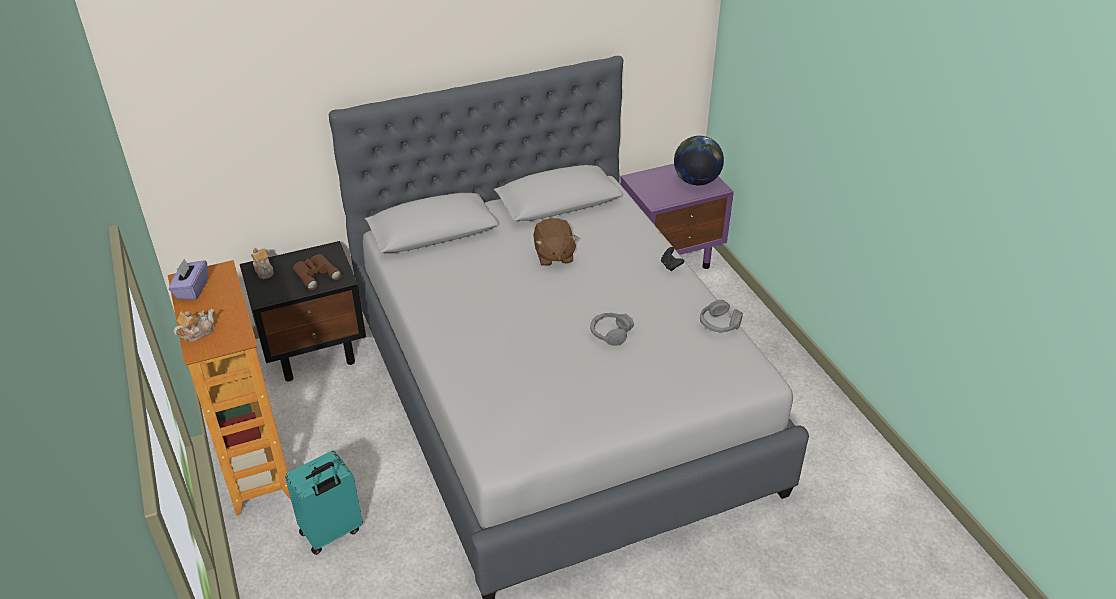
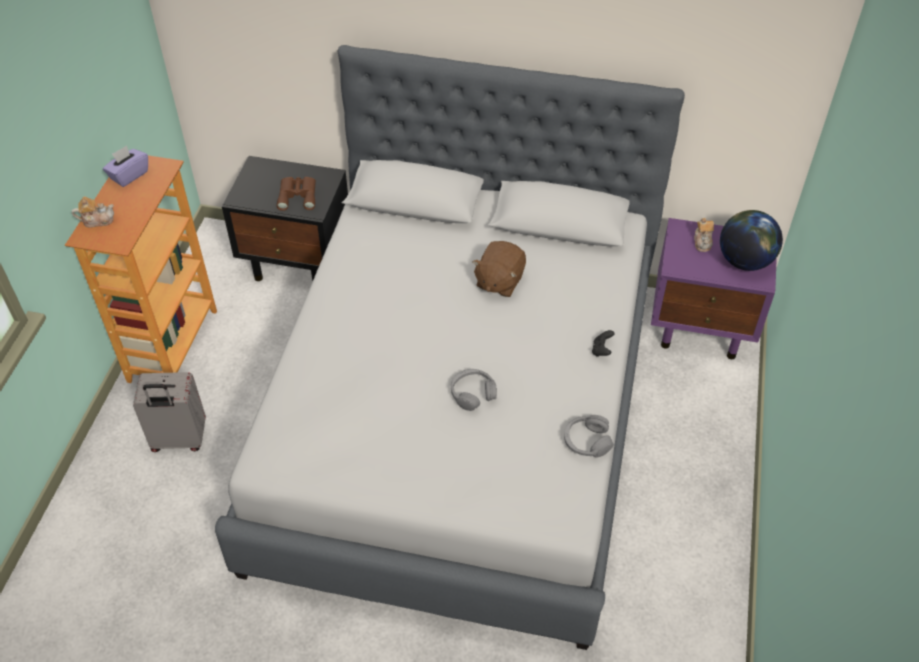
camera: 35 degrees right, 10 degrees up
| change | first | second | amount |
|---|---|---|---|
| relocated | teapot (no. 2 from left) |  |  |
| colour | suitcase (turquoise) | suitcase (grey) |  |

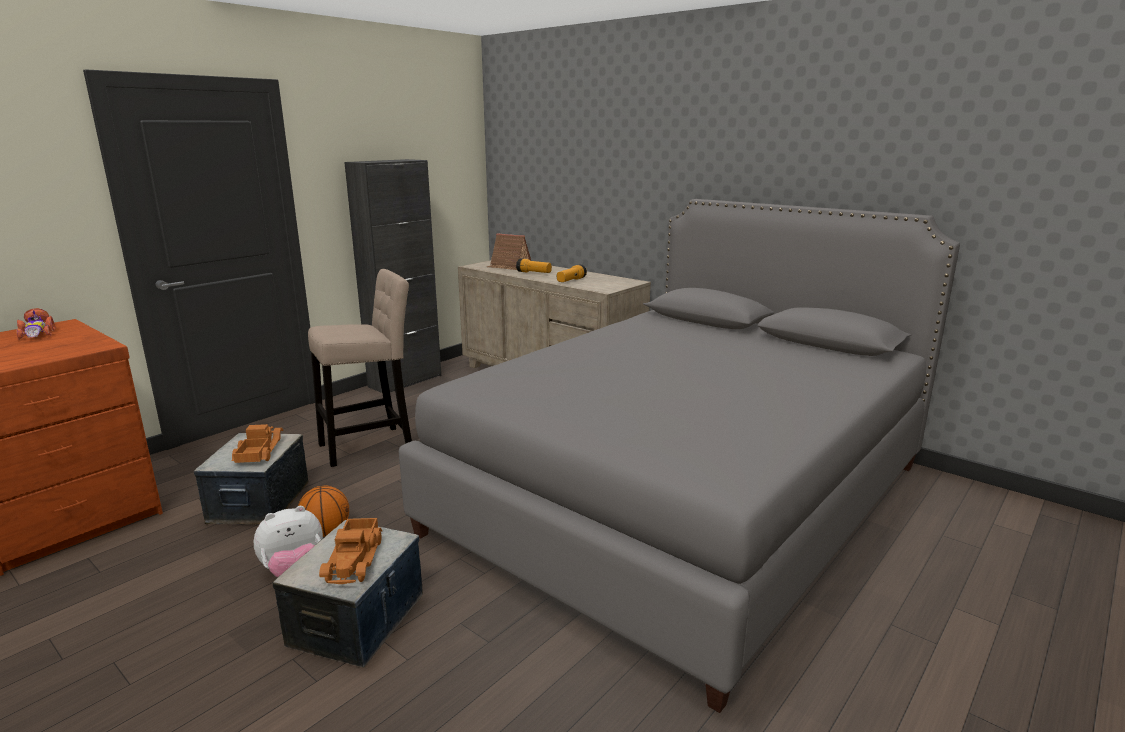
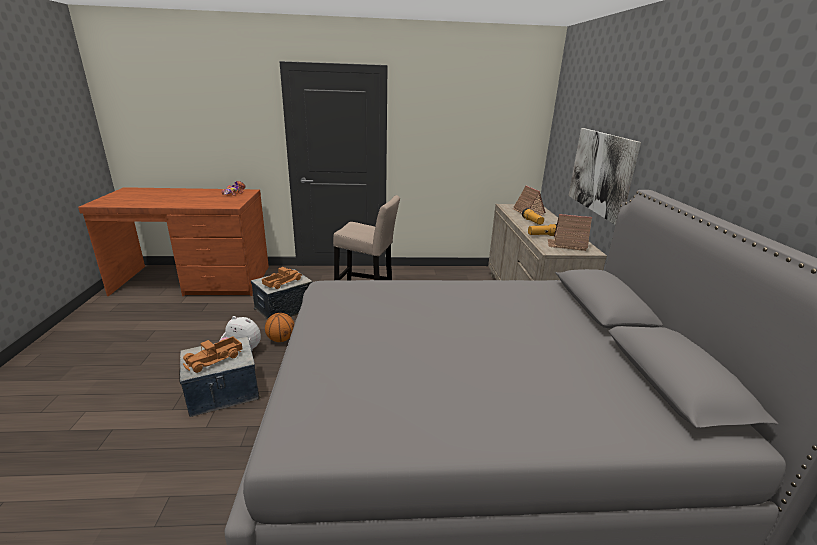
camera: 45 degrees right, 5 degrees up
| change | first | second | amount |
|---|---|---|---|
| missing | cabinet (black) |  |  |
| appeared |  | toy house (no. 2 from left) |  |
| appeared |  | picture |  |

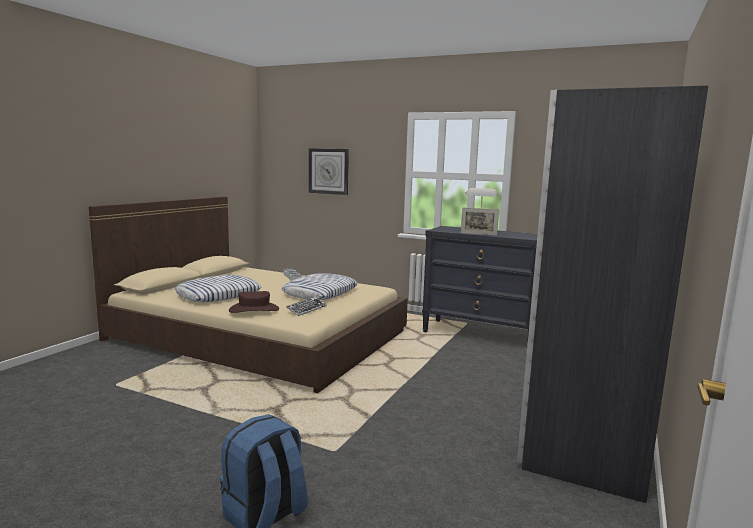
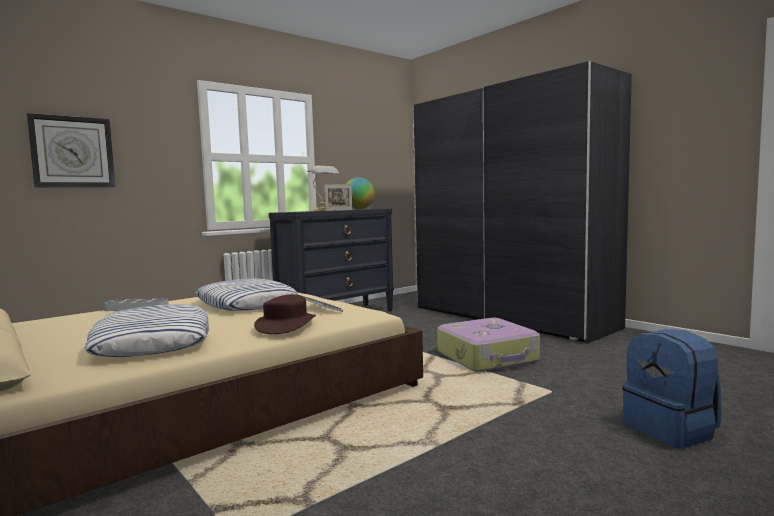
camera: 65 degrees left, 5 degrees down
| change | first | second | amount |
|---|---|---|---|
| appeared |  | globe |  |
| appeared |  | suitcase |  |

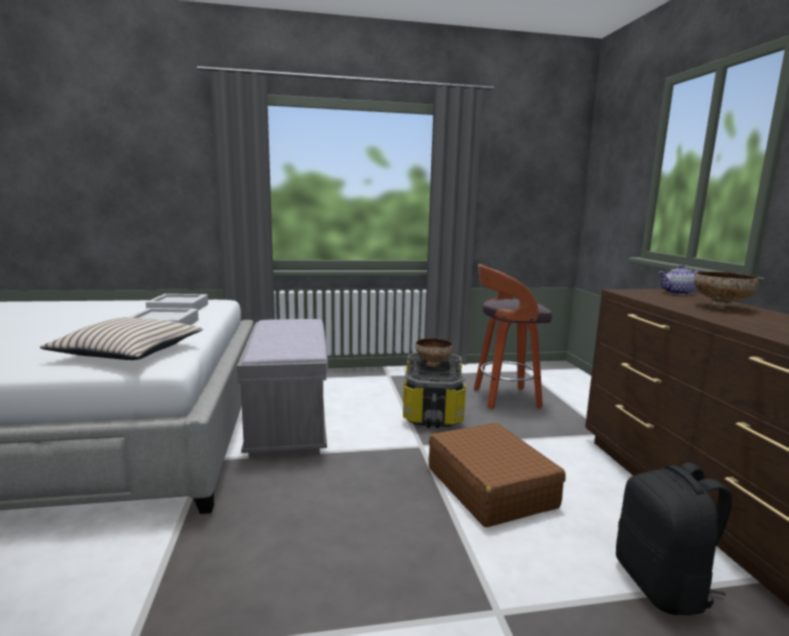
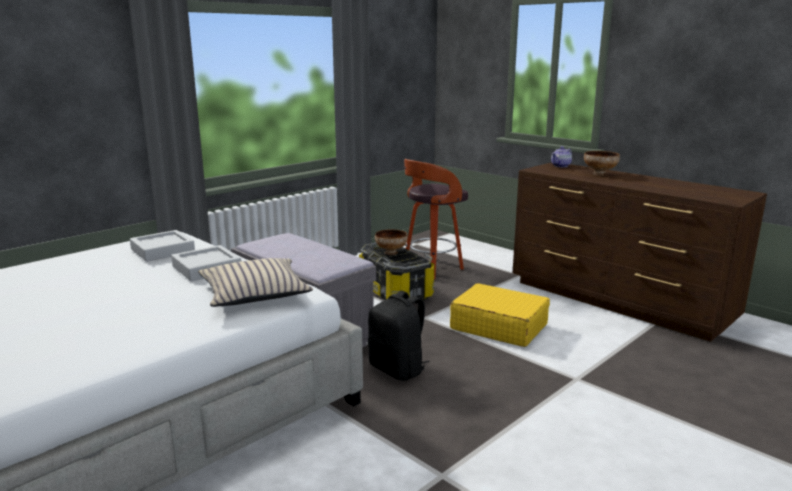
camera: 35 degrees left, 5 degrees up
| change | first | second | amount |
|---|---|---|---|
| colour | suitcase (brown) | suitcase (yellow) |  |
| relocated | backpack (black) |  |  |

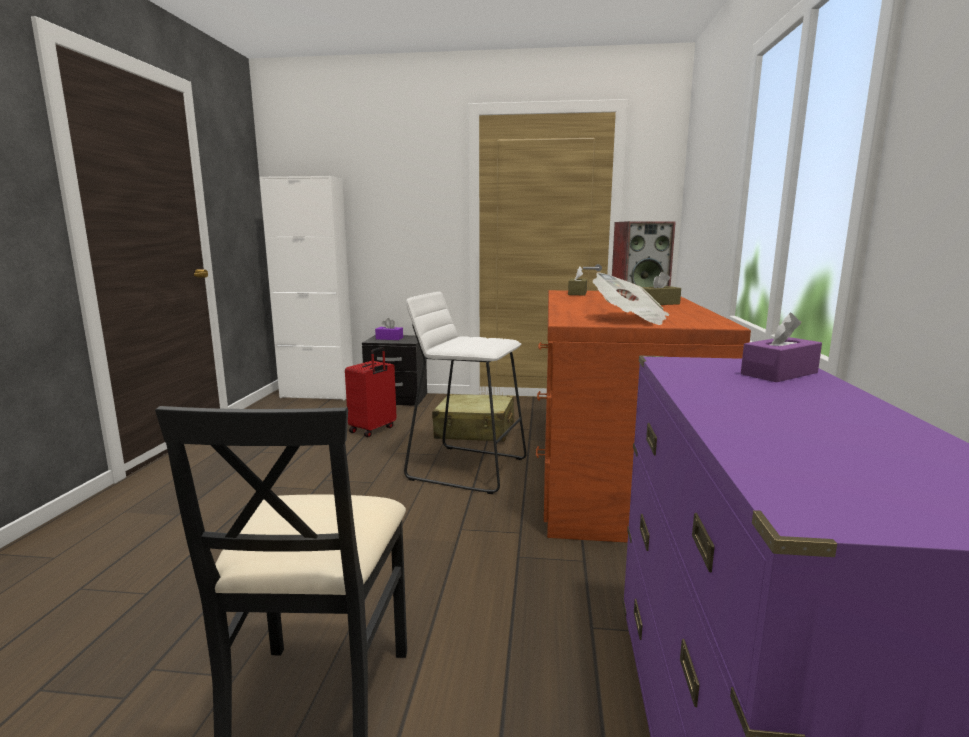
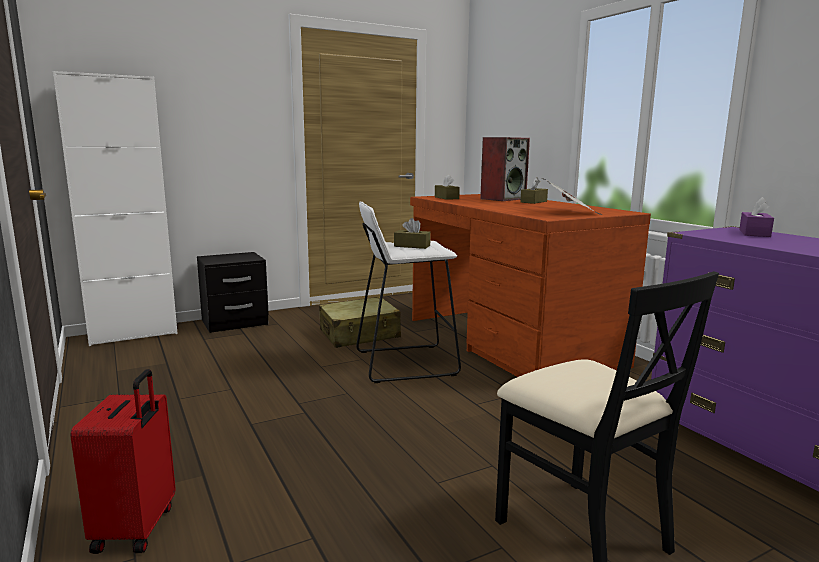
camera: 35 degrees left, 0 degrees up
| change | first | second | amount |
|---|---|---|---|
| relocated | suitcase (red) |  |  |
| missing | tissue box (purple) (no. 1 from left) |  |  |
| appeared |  | tissue box (brown) (no. 1 from left) |  |

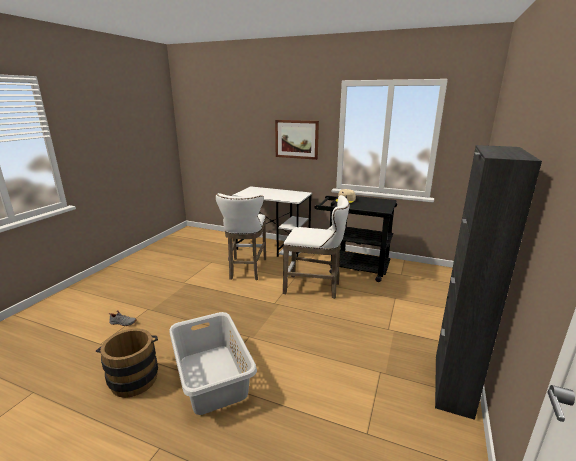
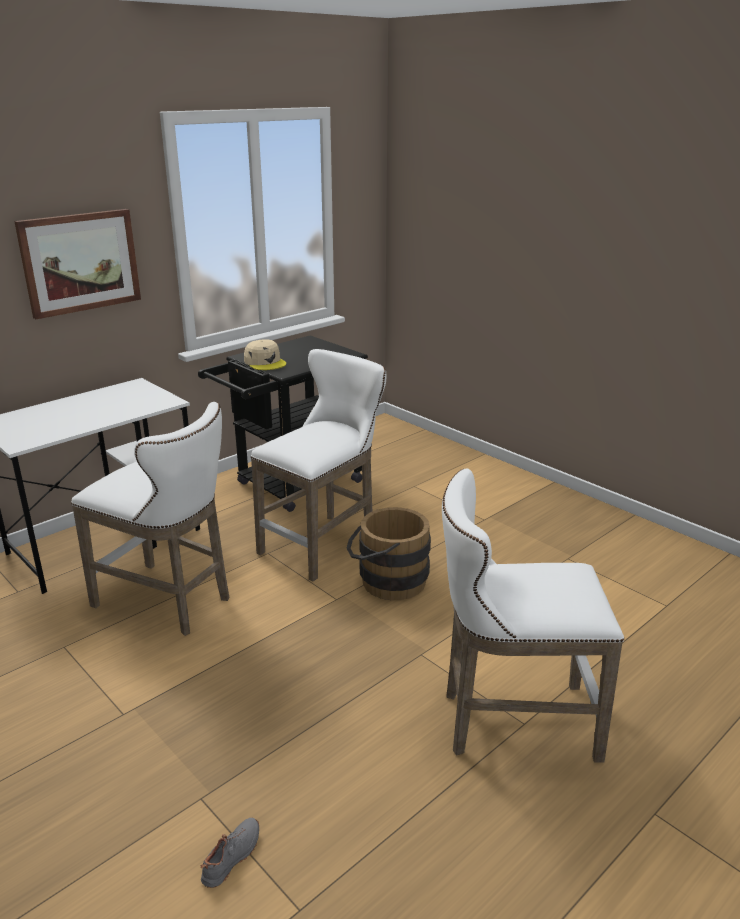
camera: 65 degrees left, 5 degrees up
| change | first | second | amount |
|---|---|---|---|
| relocated | bucket (brown) |  |  |
| exchanged | laundry basket (grey) | stool (white) (no. 3 from left) |  |
| missing | cabinet (black) |  |  |

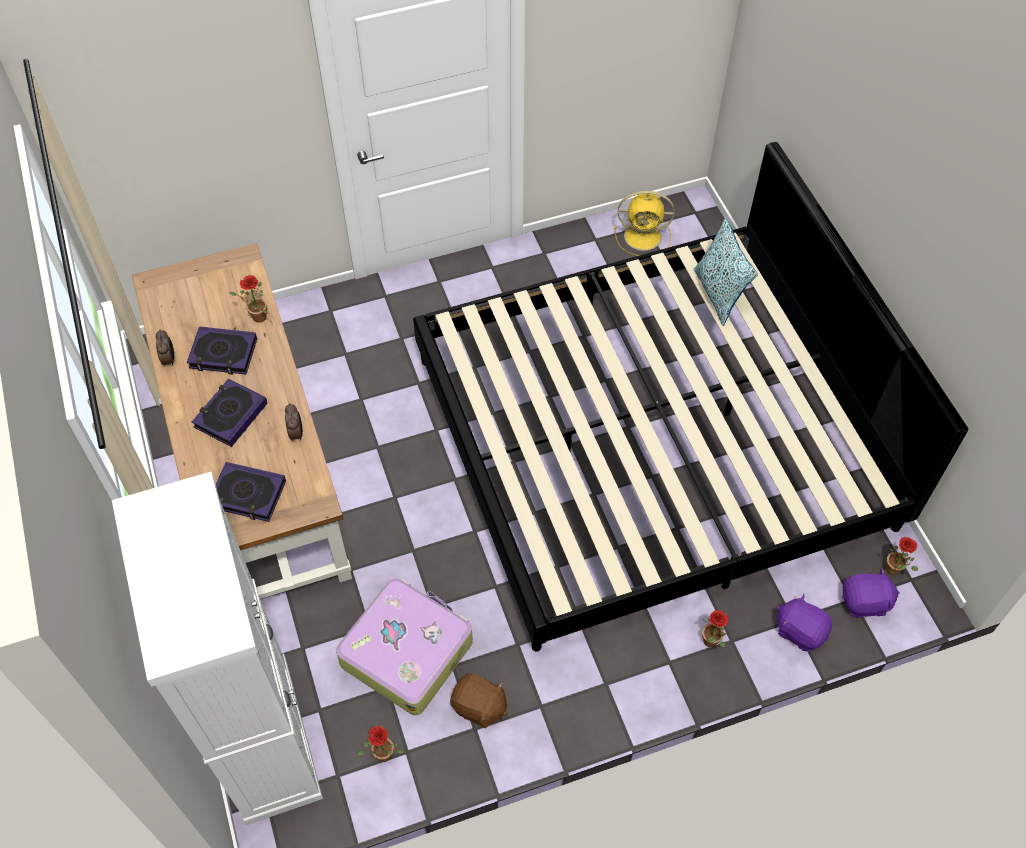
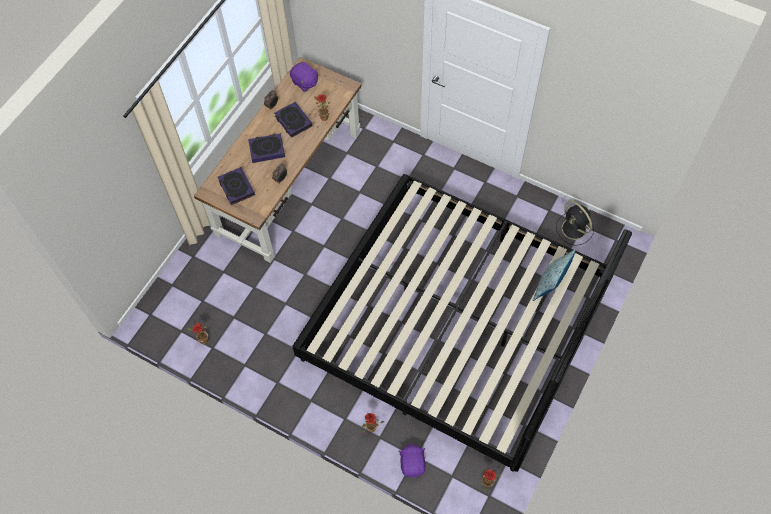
camera: 50 degrees right, 5 degrees up
| change | first | second | amount |
|---|---|---|---|
| missing | cabinet (white) |  |  |
| missing | suitcase |  |  |
| missing | plush toy (brown) |  |  |
| colour | fan (yellow) | fan (black) |  |
| relocated | plush toy (purple) (no. 2 from left in the first image) | plush toy (purple) (no. 1 from left) |  |

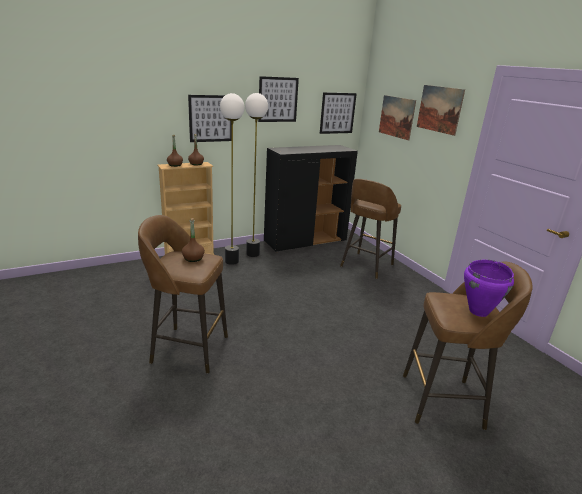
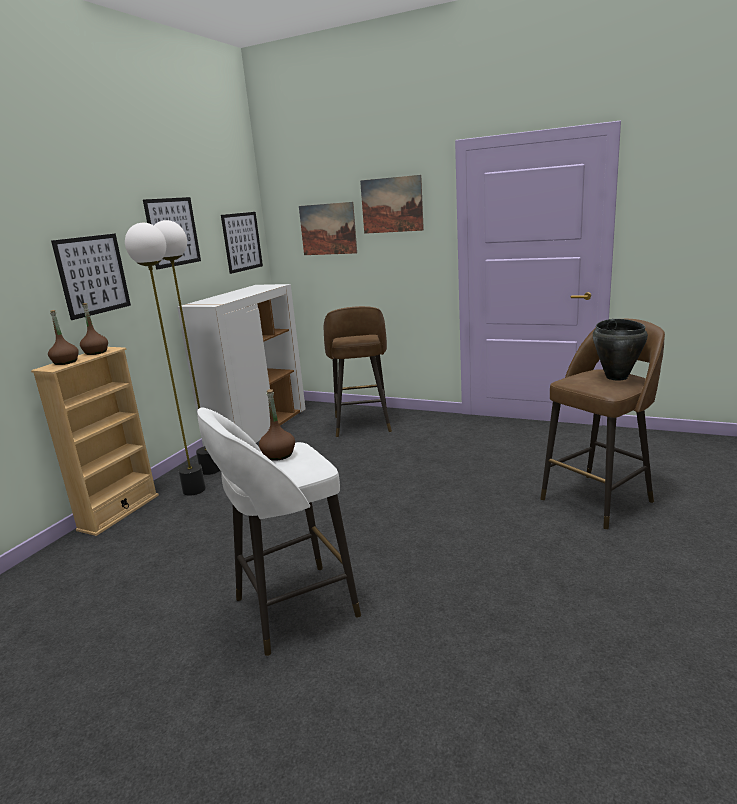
camera: 35 degrees left, 5 degrees down
| change | first | second | amount |
|---|---|---|---|
| colour | stool (brown) (no. 1 from left) | stool (white) |  |
| colour | cabinet (black) | cabinet (white) |  |
| colour | cooking pot (purple) | cooking pot (black) |  |

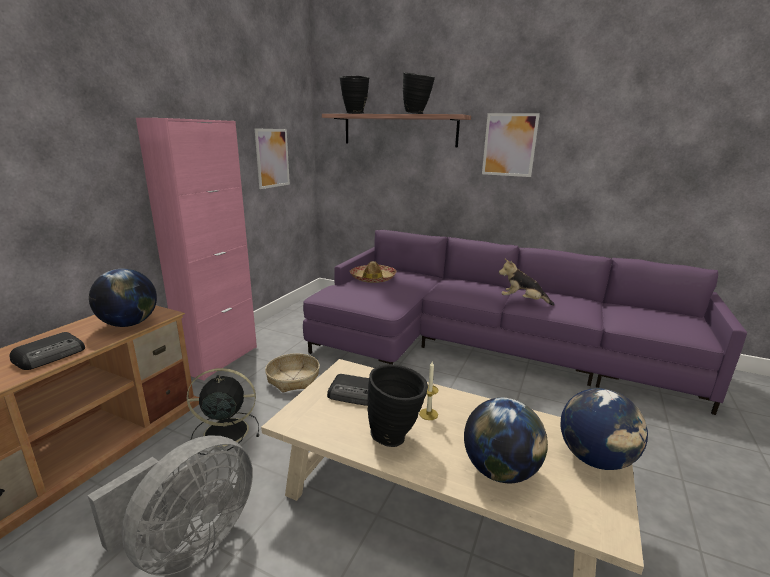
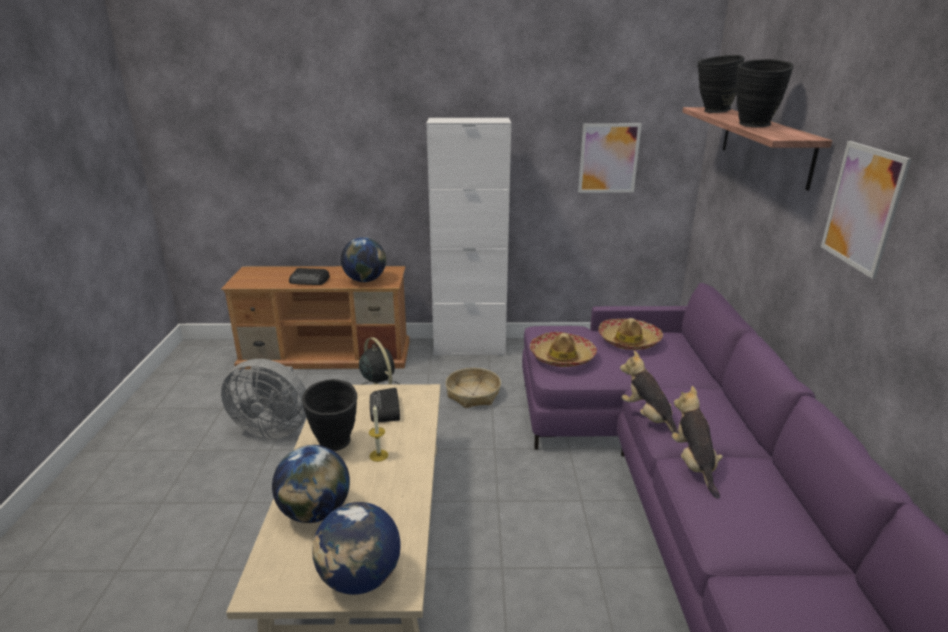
camera: 65 degrees right, 5 degrees up
| change | first | second | amount |
|---|---|---|---|
| colour | cabinet (pink) | cabinet (white) |  |
| appeared |  | hat (no. 1 from left) |  |
| appeared |  | plush toy (no. 1 from left) |  |

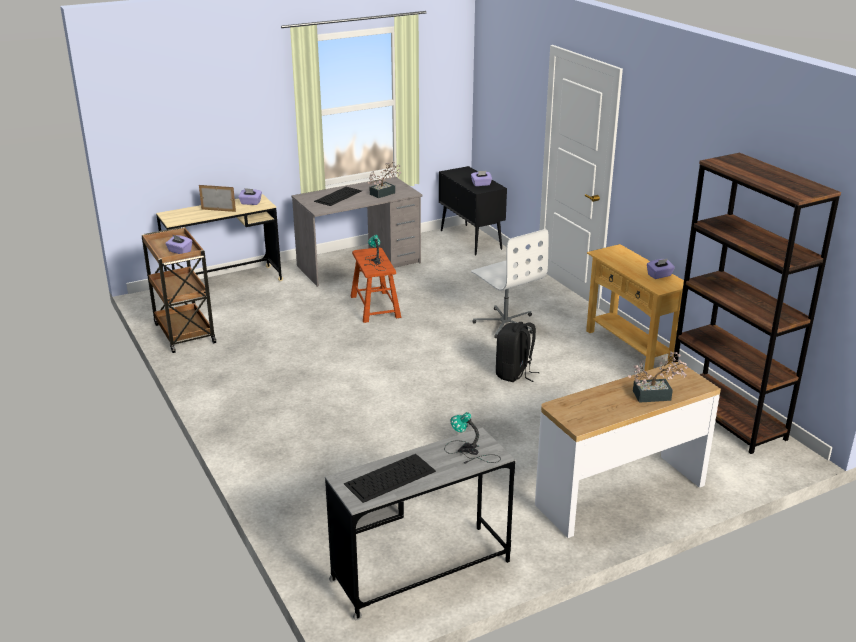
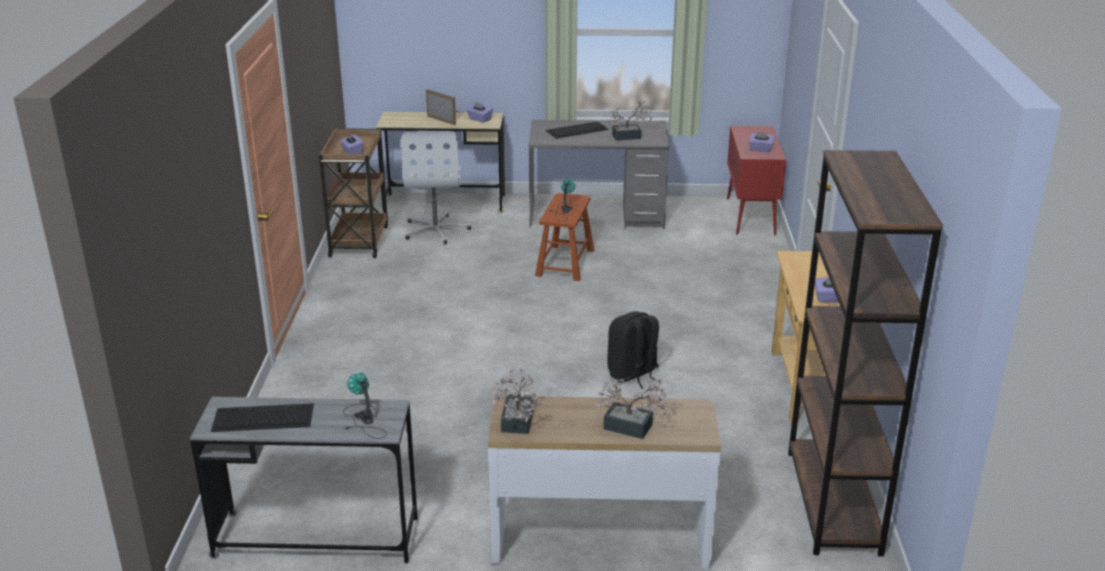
camera: 30 degrees right, 0 degrees up
| change | first | second | amount |
|---|---|---|---|
| colour | cabinet (black) | cabinet (red) |  |
| relocated | office chair (white) |  |  |
| appeared |  | potted plant (no. 1 from left) |  |

